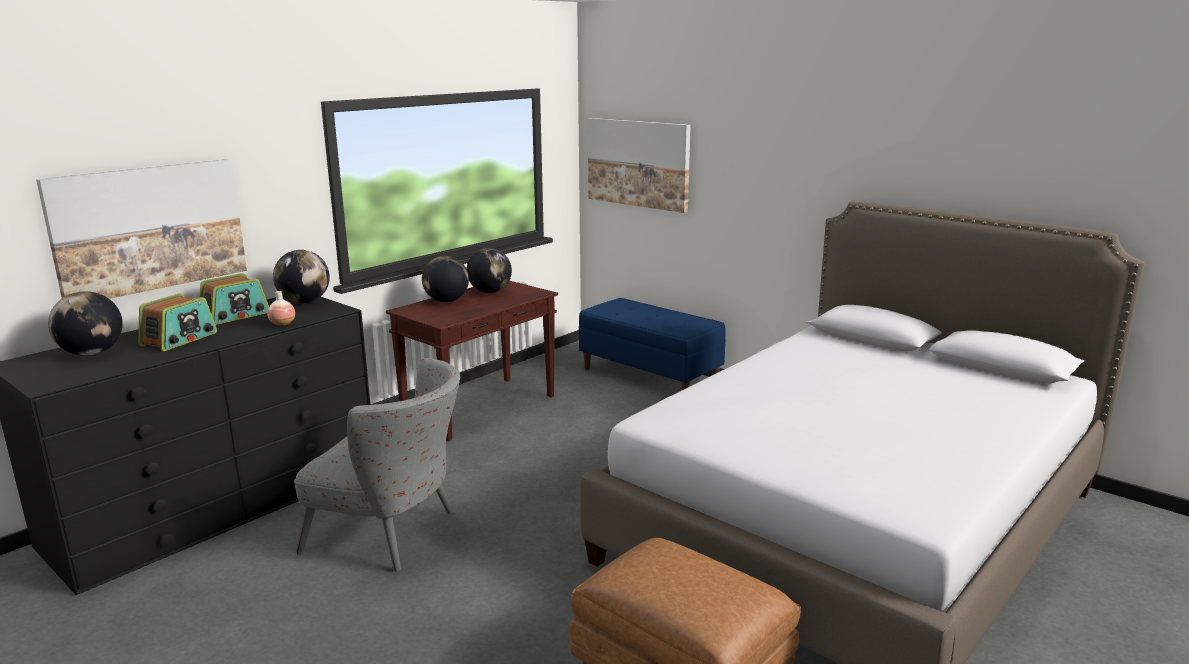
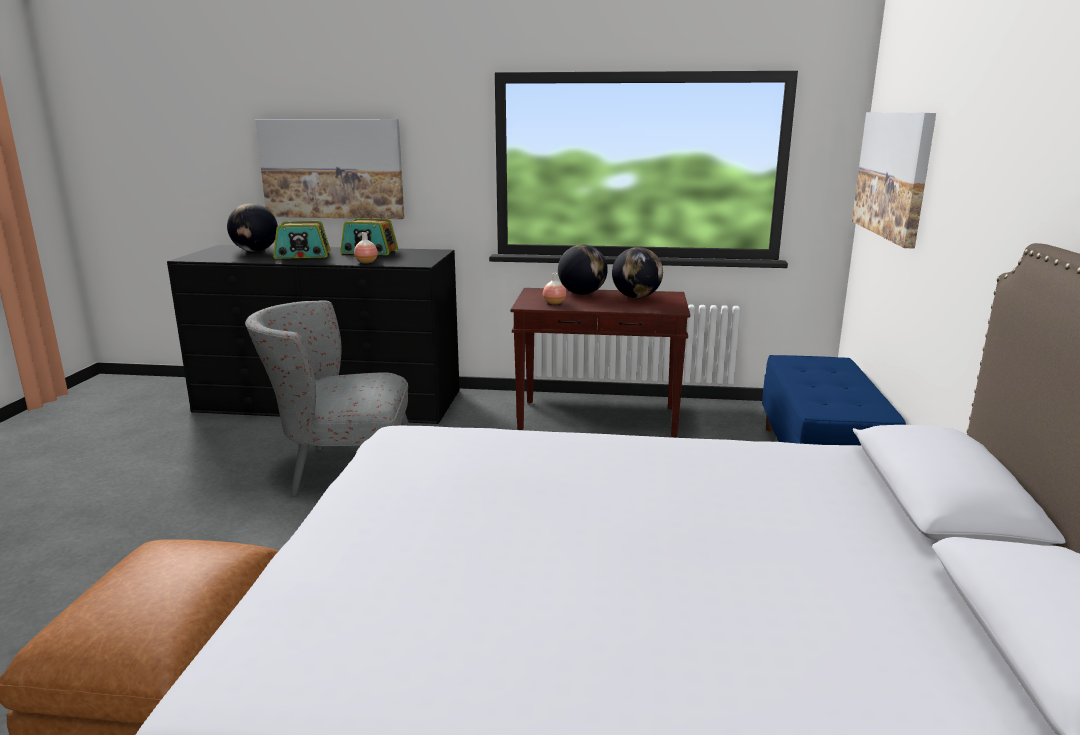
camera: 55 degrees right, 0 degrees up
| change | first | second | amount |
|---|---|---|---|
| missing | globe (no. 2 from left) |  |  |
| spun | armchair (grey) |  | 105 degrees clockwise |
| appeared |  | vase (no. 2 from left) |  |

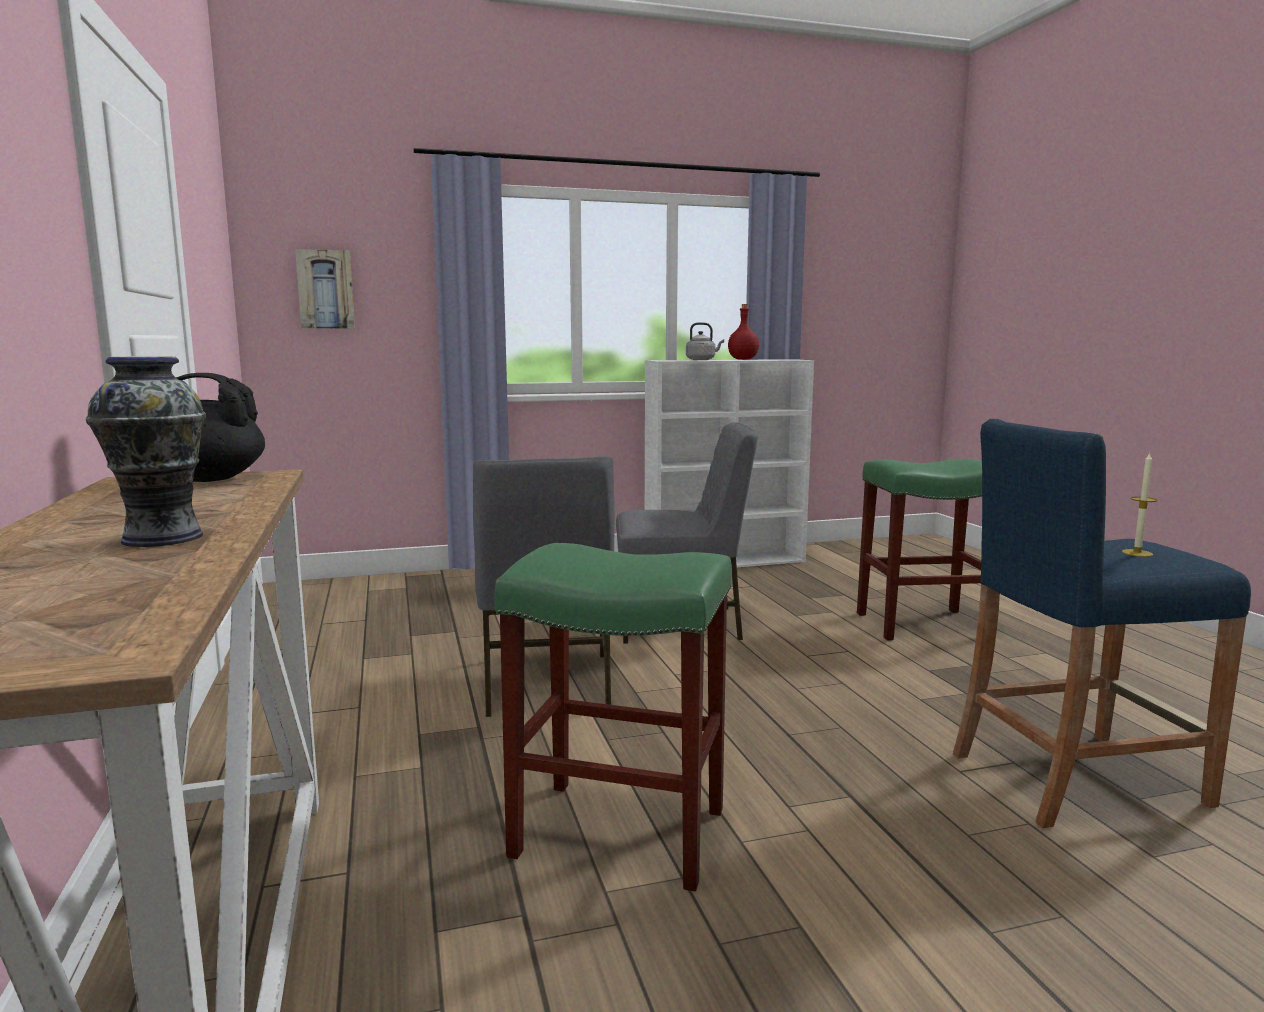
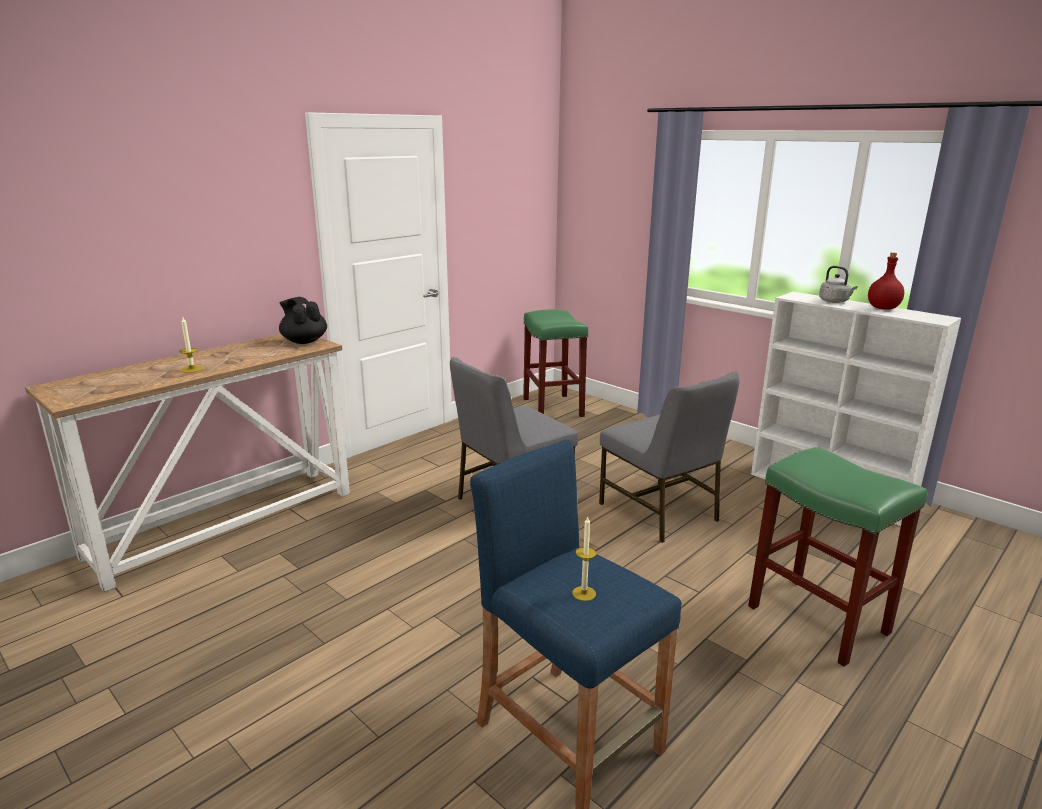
camera: 60 degrees right, 10 degrees up
| change | first | second | amount |
|---|---|---|---|
| exchanged | vase | candle (no. 1 from left) |  |
| missing | picture |  |  |
| relocated | stool (green) (no. 1 from left) |  |  |

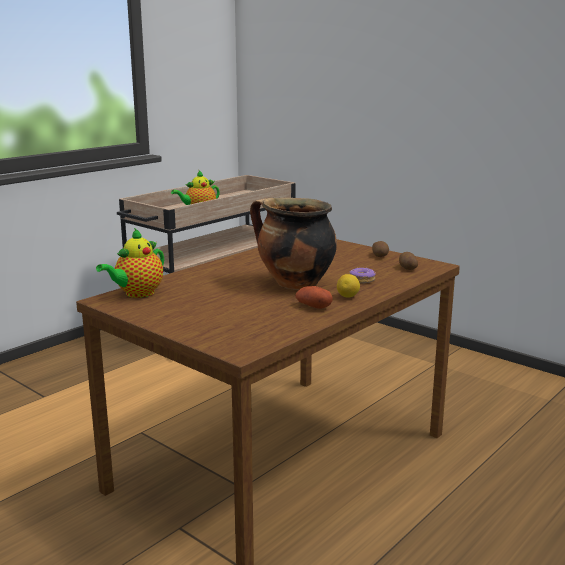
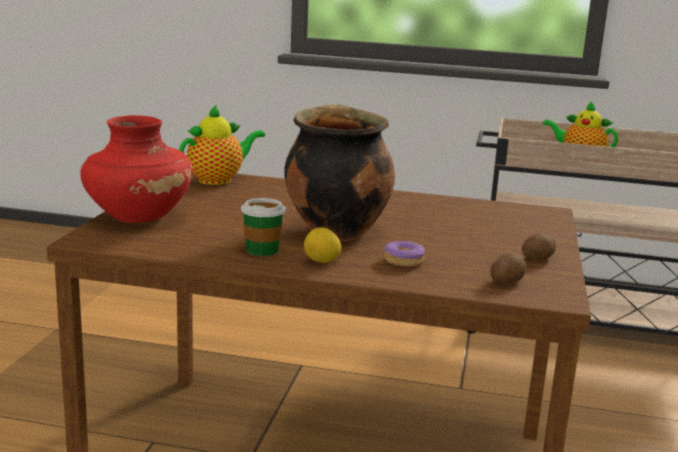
camera: 60 degrees right, 0 degrees up
| change | first | second | amount |
|---|---|---|---|
| spun | teapot (no. 1 from left) |  | 135 degrees clockwise |
| exchanged | potato (no. 1 from left) | cup |  |
| appeared |  | vase (red) |  |

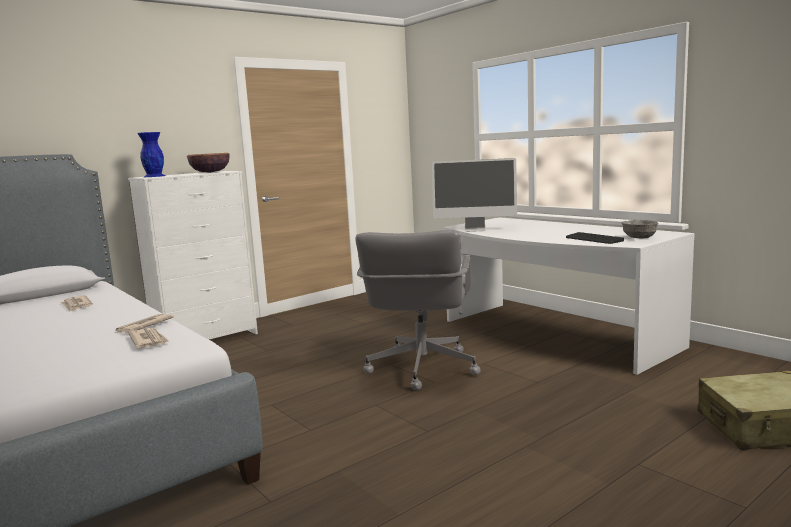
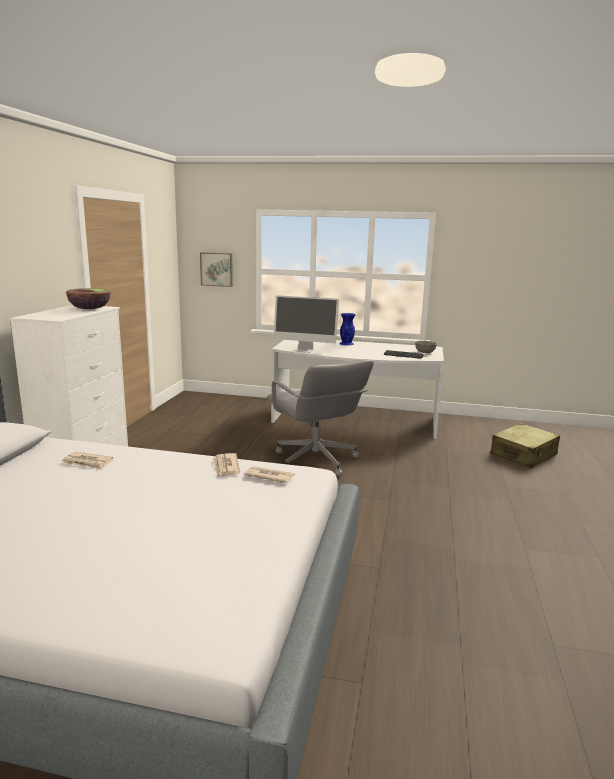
camera: 40 degrees left, 5 degrees up
| change | first | second | amount |
|---|---|---|---|
| relocated | vase (blue) |  |  |
| spun | monitor |  | 45 degrees clockwise |
| appeared |  | picture |  |

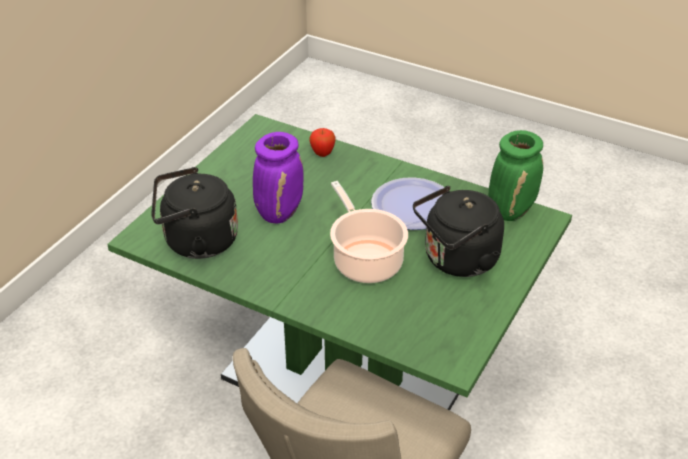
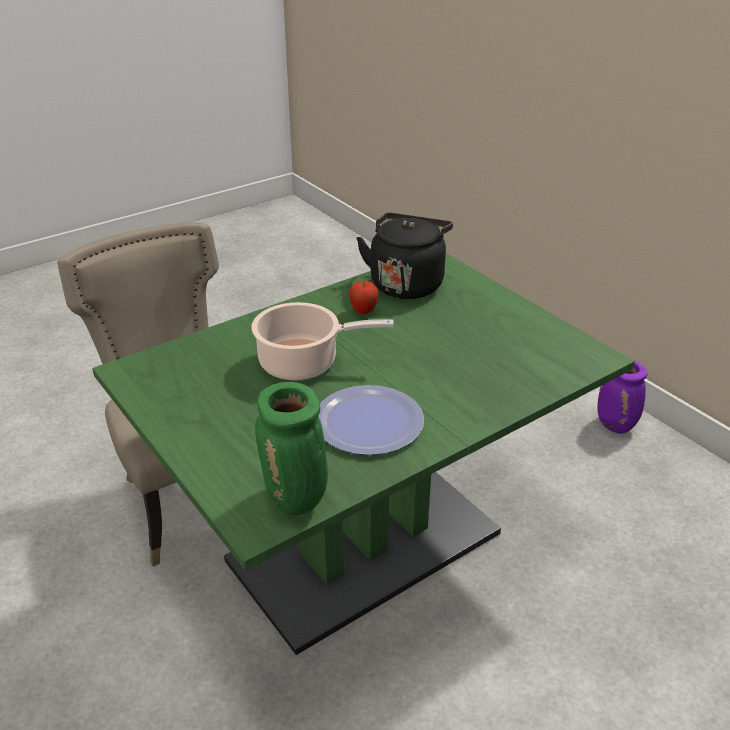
camera: 115 degrees right, 5 degrees down
| change | first | second | amount |
|---|---|---|---|
| relocated | vase (purple) |  |  |
| relocated | apple |  |  |
| missing | kettle (black) (no. 2 from left) |  |  |

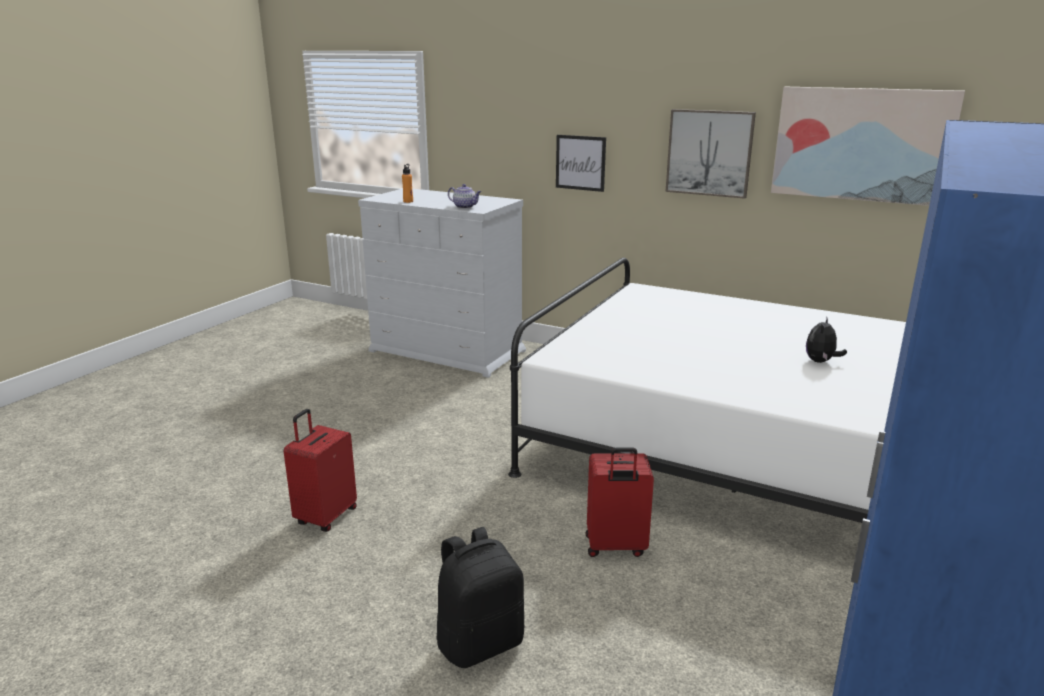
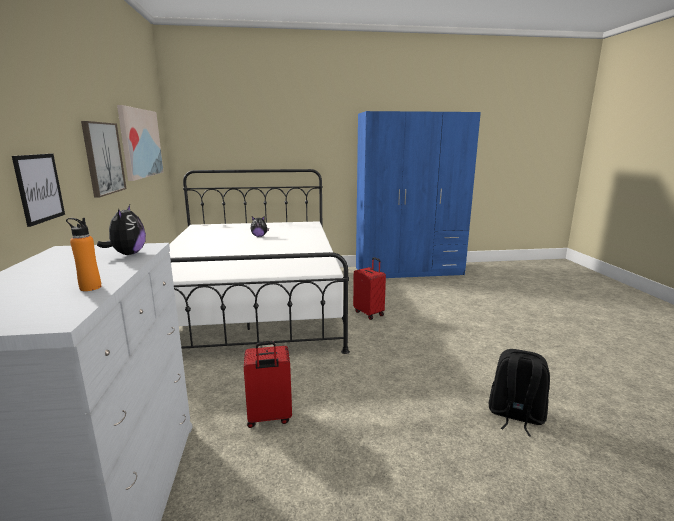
camera: 125 degrees left, 5 degrees down
| change | first | second | amount |
|---|---|---|---|
| relocated | suitcase (red) (no. 1 from left) |  |  |
| relocated | backpack (black) |  |  |
| exchanged | teapot | plush toy (no. 1 from left) |  |

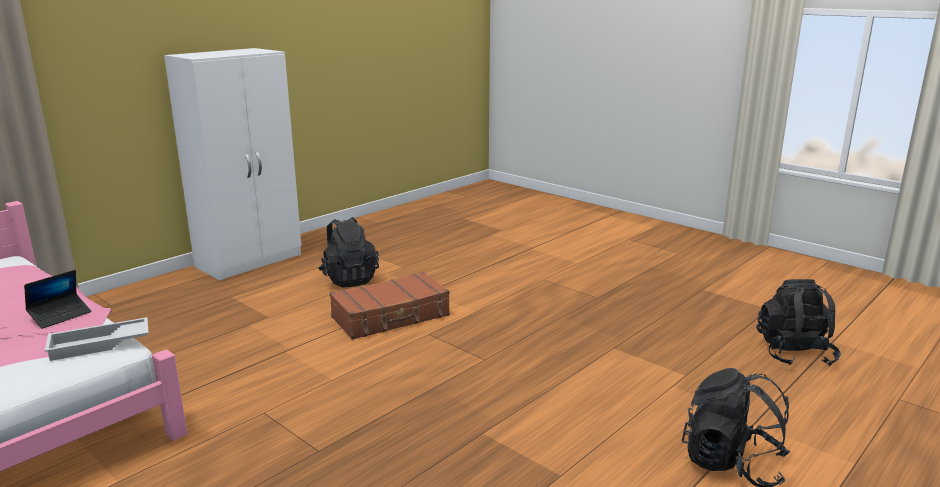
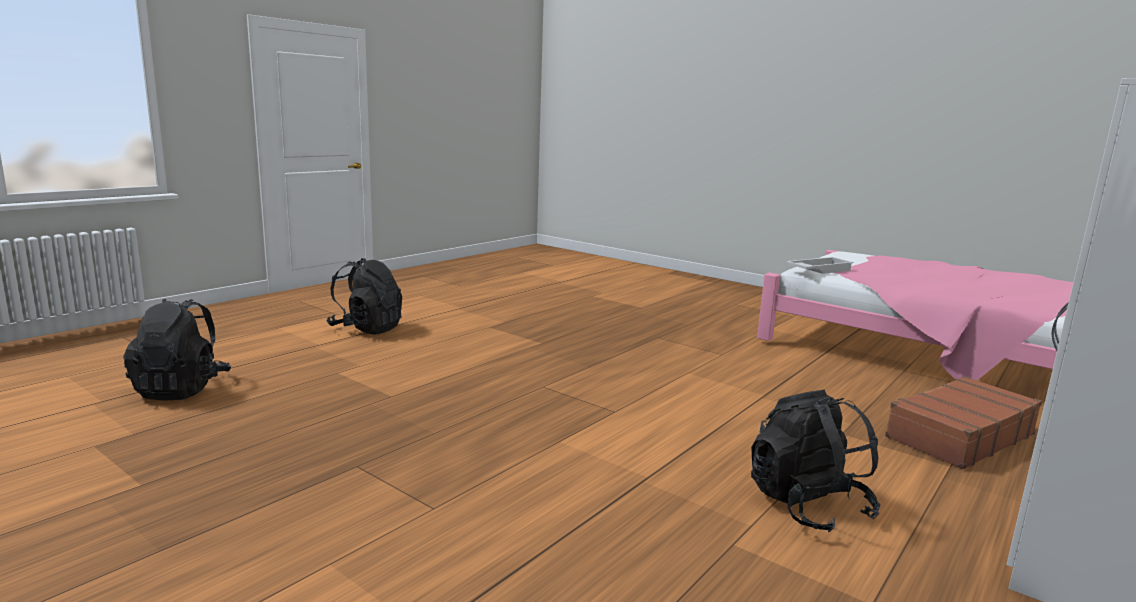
camera: 175 degrees right, 5 degrees down
| change | first | second | amount |
|---|---|---|---|
| missing | laptop |  |  |
| relocated | suitcase (brown) |  |  |

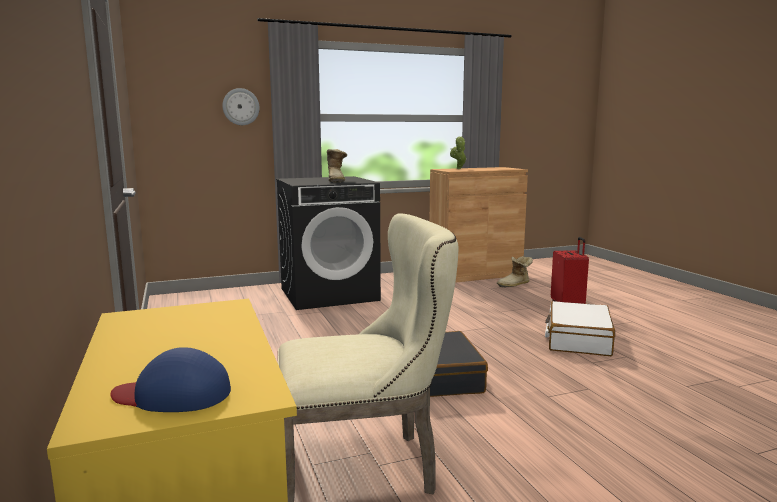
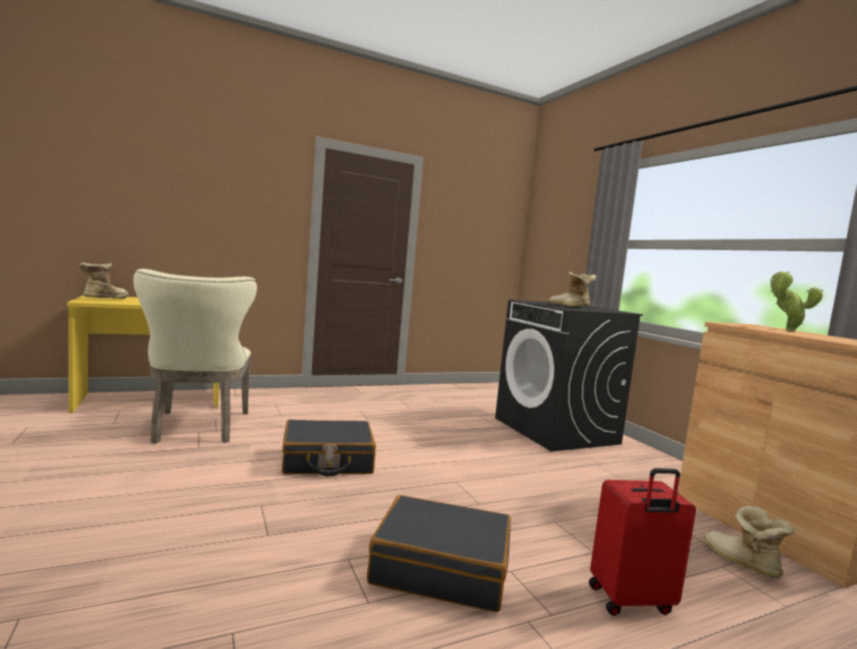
camera: 85 degrees right, 5 degrees down
| change | first | second | amount |
|---|---|---|---|
| exchanged | cap (blue) | boot (no. 1 from left) |  |
| missing | wall clock |  |  |
| colour | suitcase (white) | suitcase (black) (no. 2 from left) |  |

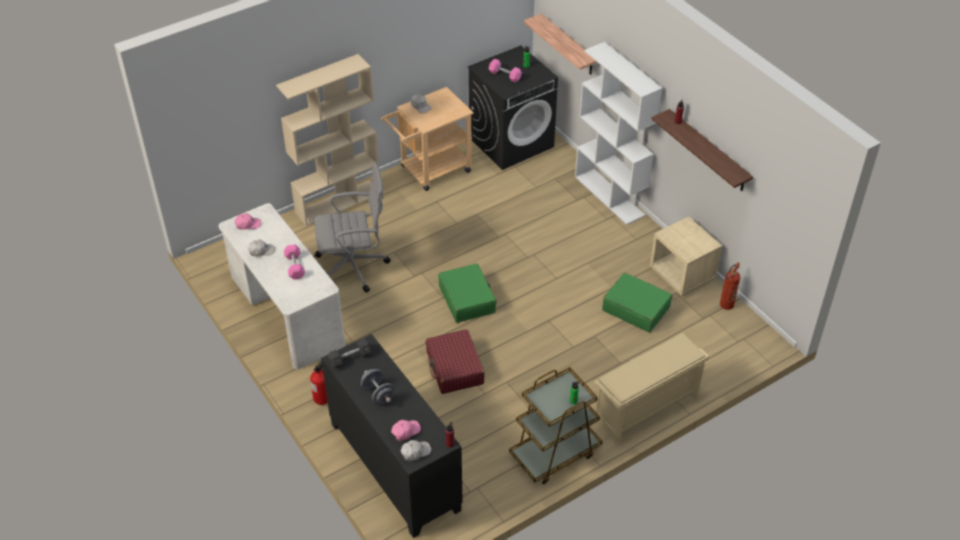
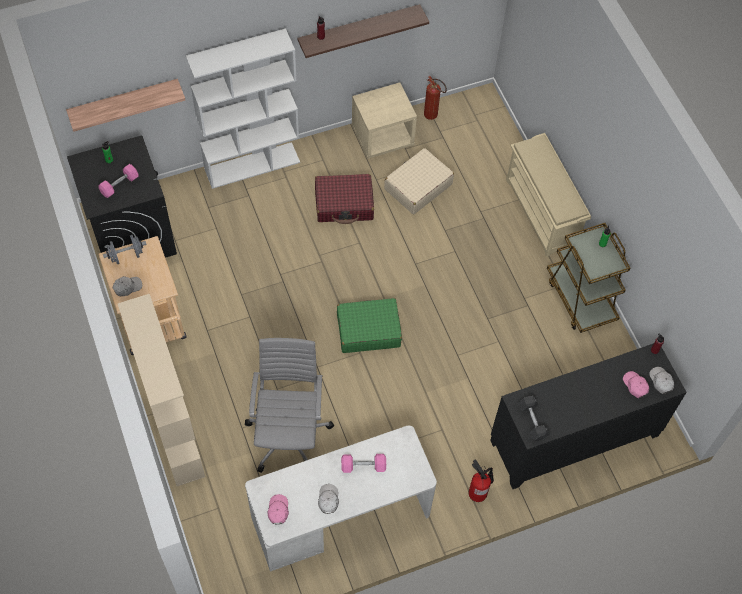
camera: 80 degrees left, 15 degrees up
| change | first | second | amount |
|---|---|---|---|
| relocated | dumbbell (grey) (no. 2 from left in the first image) | dumbbell (grey) (no. 1 from left) |  |
| relocated | suitcase (red) |  |  |
| colour | suitcase (green) (no. 2 from left) | suitcase (beige) |  |

